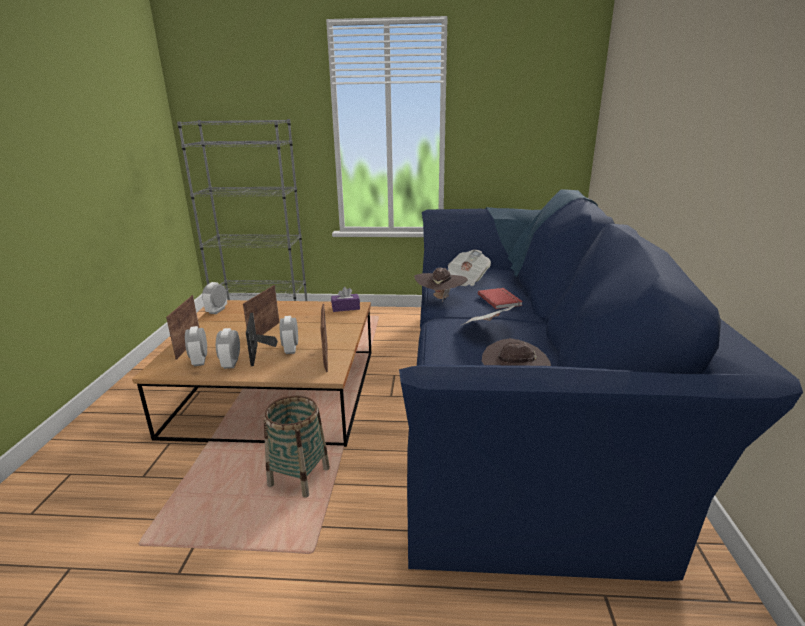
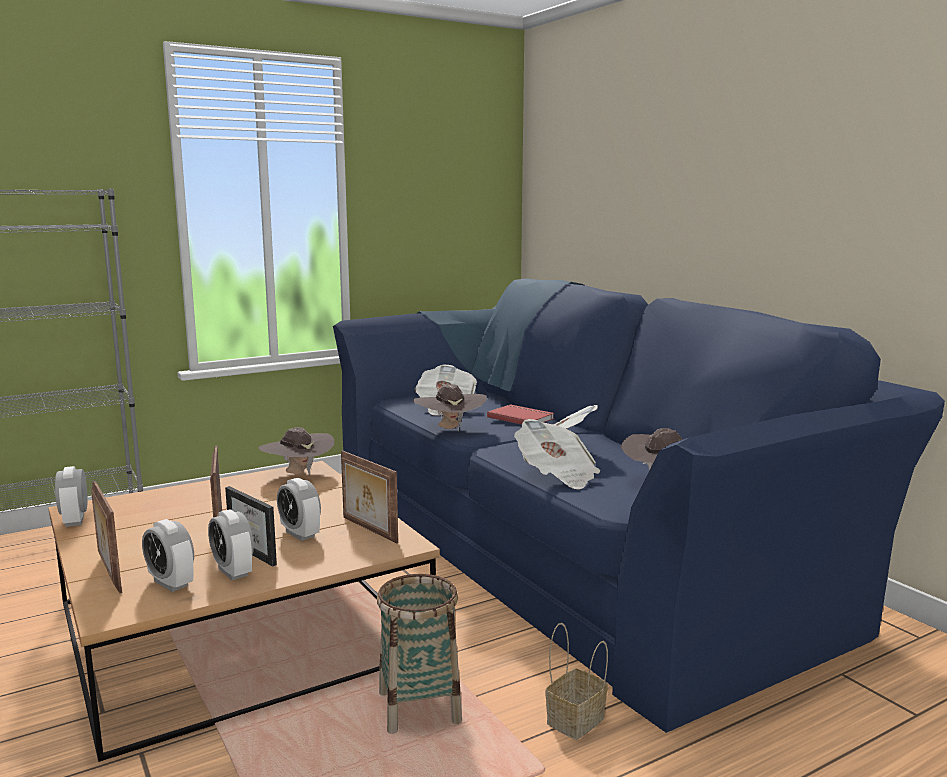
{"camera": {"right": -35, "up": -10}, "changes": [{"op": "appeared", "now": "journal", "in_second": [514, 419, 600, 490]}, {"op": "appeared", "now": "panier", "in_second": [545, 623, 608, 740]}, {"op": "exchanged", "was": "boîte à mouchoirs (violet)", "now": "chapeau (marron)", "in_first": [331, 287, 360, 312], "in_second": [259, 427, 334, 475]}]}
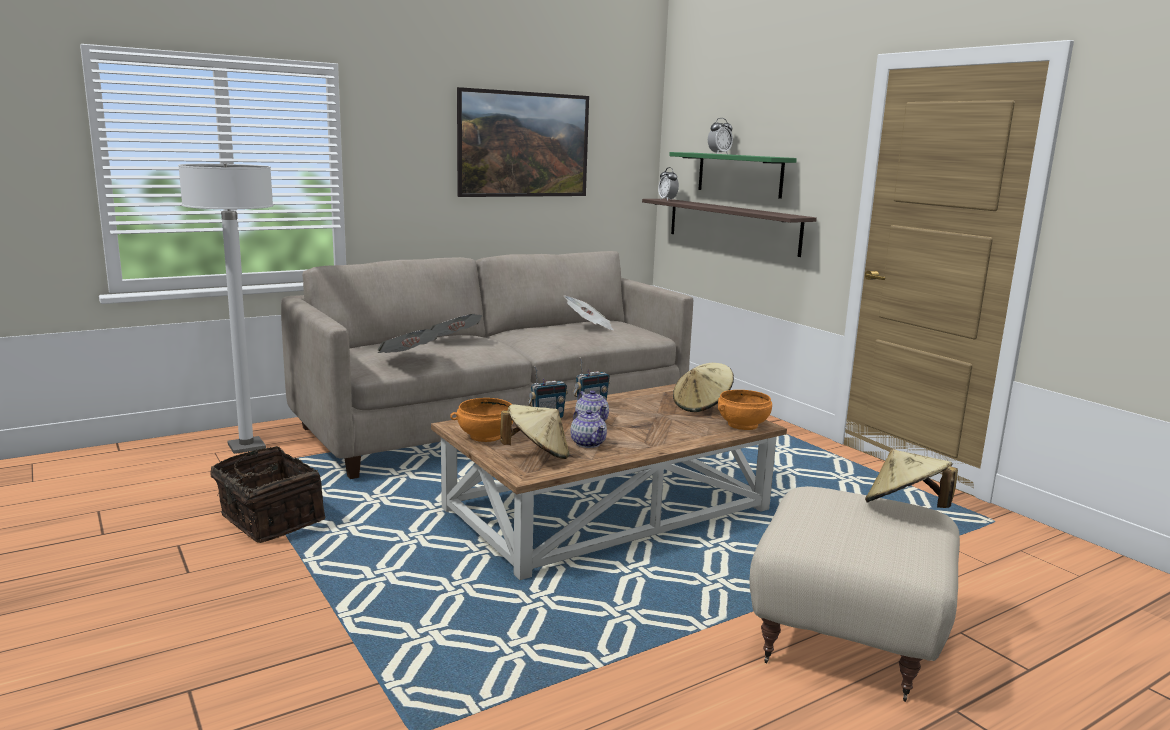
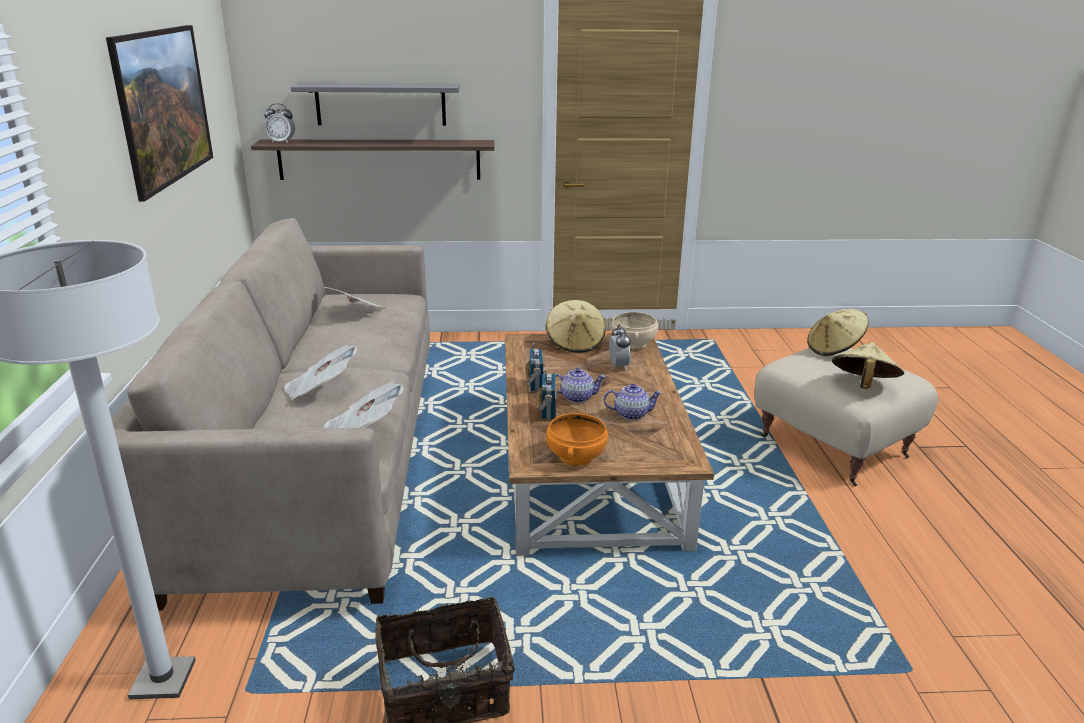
{"camera": {"right": -60, "up": 10}, "changes": [{"op": "relocated", "was": "chapeau (beige)", "in_first": [500, 404, 569, 459], "in_second": [832, 342, 904, 389]}, {"op": "relocated", "was": "réveil", "in_first": [708, 118, 733, 154], "in_second": [609, 324, 631, 370]}, {"op": "colour", "was": "étagère (vert)", "now": "étagère (gris)", "in_first": [669, 152, 797, 199], "in_second": [291, 83, 460, 126]}, {"op": "colour", "was": "bol (orange)", "now": "bol (beige)", "in_first": [718, 390, 772, 430], "in_second": [611, 312, 658, 349]}]}
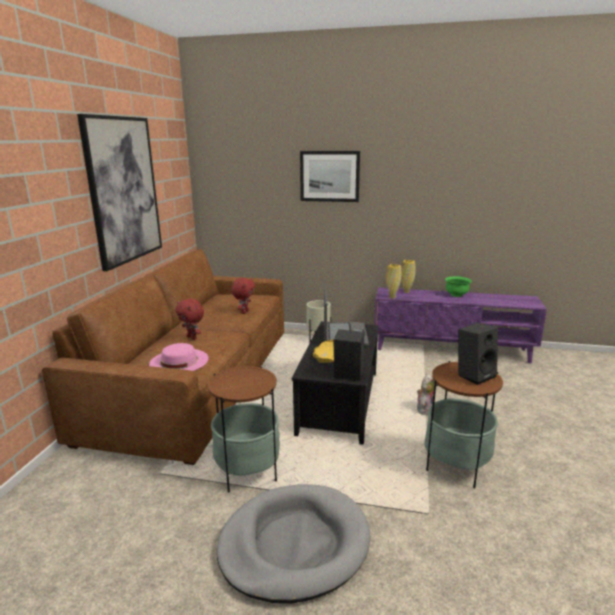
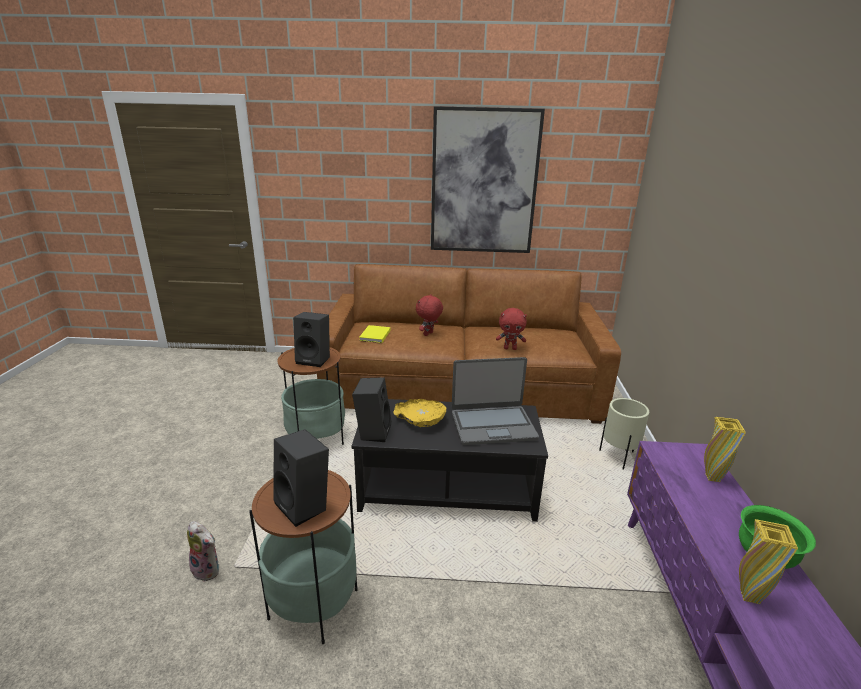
{"camera": {"right": 80, "up": 5}, "changes": [{"op": "missing", "was": "panier pour chien (gris)", "in_first": [217, 484, 370, 604]}, {"op": "missing", "was": "tableau", "in_first": [300, 151, 360, 202]}, {"op": "appeared", "now": "enceinte (noir)", "in_second": [293, 312, 330, 367]}, {"op": "relocated", "was": "vase (jaune)", "in_first": [386, 264, 401, 299], "in_second": [739, 519, 798, 604]}, {"op": "relocated", "was": "peluche", "in_first": [417, 374, 435, 416], "in_second": [187, 521, 219, 582]}, {"op": "exchanged", "was": "chapeau (rose)", "now": "livre (jaune)", "in_first": [149, 343, 209, 371], "in_second": [359, 325, 391, 343]}]}
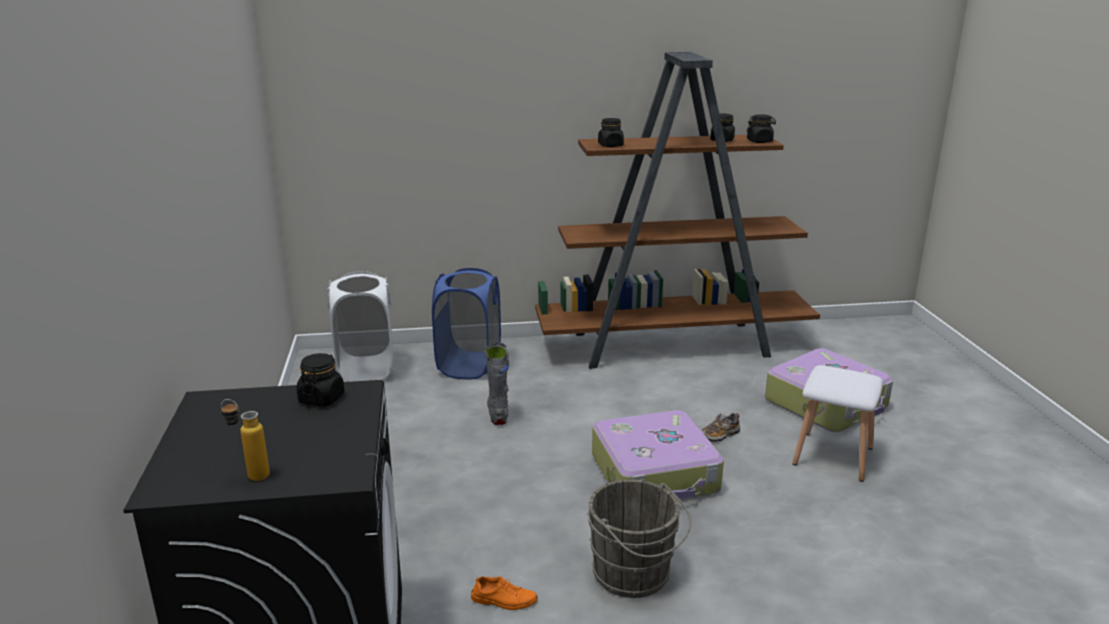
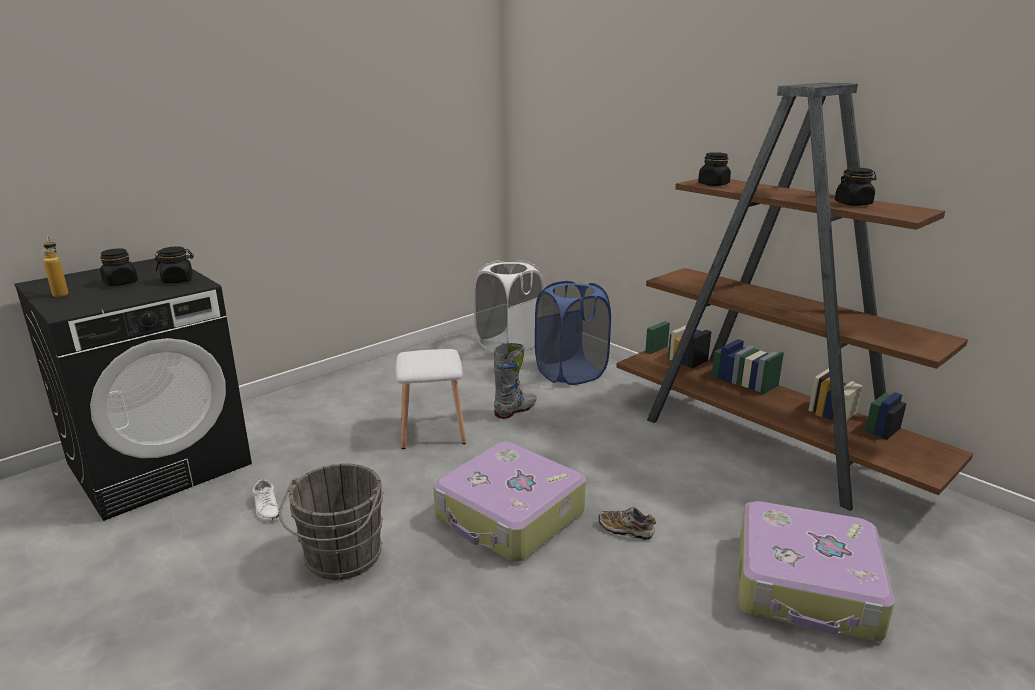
{"camera": {"right": 55, "up": 0}, "changes": [{"op": "relocated", "was": "bocal (noir)", "in_first": [747, 114, 776, 143], "in_second": [100, 248, 138, 286]}, {"op": "relocated", "was": "tabouret (blanc)", "in_first": [792, 365, 883, 482], "in_second": [395, 349, 466, 449]}, {"op": "colour", "was": "chaussure (orange)", "now": "chaussure (blanc)", "in_first": [471, 576, 538, 610], "in_second": [253, 478, 279, 521]}]}
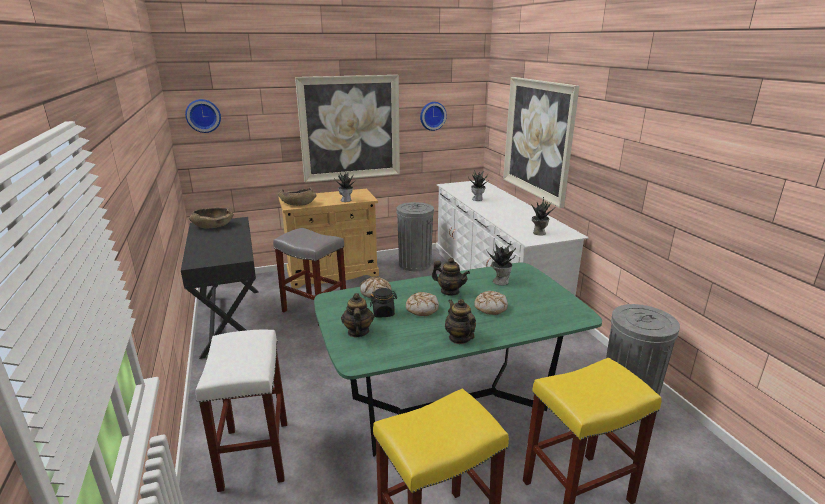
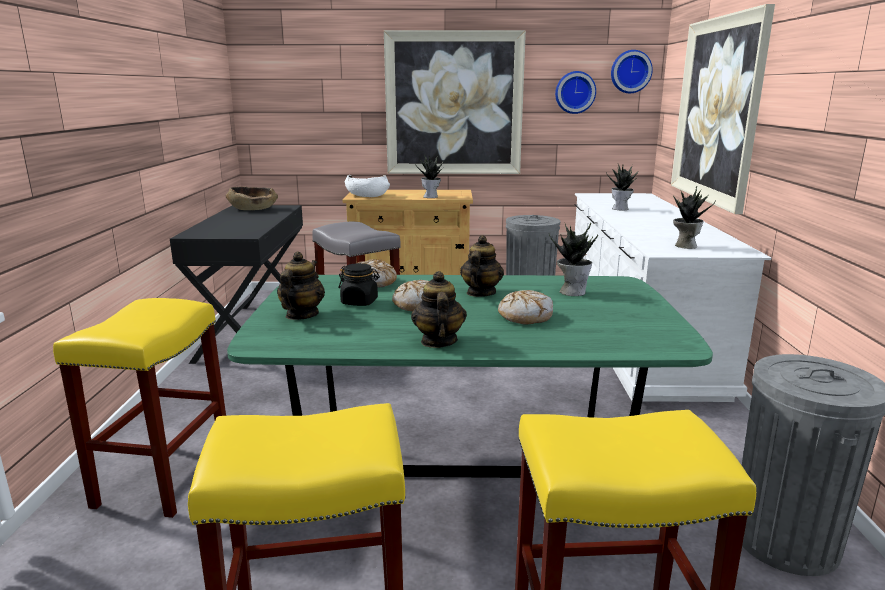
{"camera": {"right": 20, "up": -5}, "changes": [{"op": "relocated", "was": "horloge murale", "in_first": [185, 99, 221, 133], "in_second": [611, 50, 653, 93]}, {"op": "colour", "was": "tabouret (blanc)", "now": "tabouret (jaune)", "in_first": [196, 330, 287, 492], "in_second": [53, 298, 226, 518]}, {"op": "colour", "was": "bol (marron)", "now": "bol (blanc)", "in_first": [278, 188, 316, 206], "in_second": [344, 175, 390, 197]}, {"op": "spun", "was": "théière", "in_first": [432, 258, 470, 296], "in_second": [460, 235, 504, 297], "clockwise": -120}]}
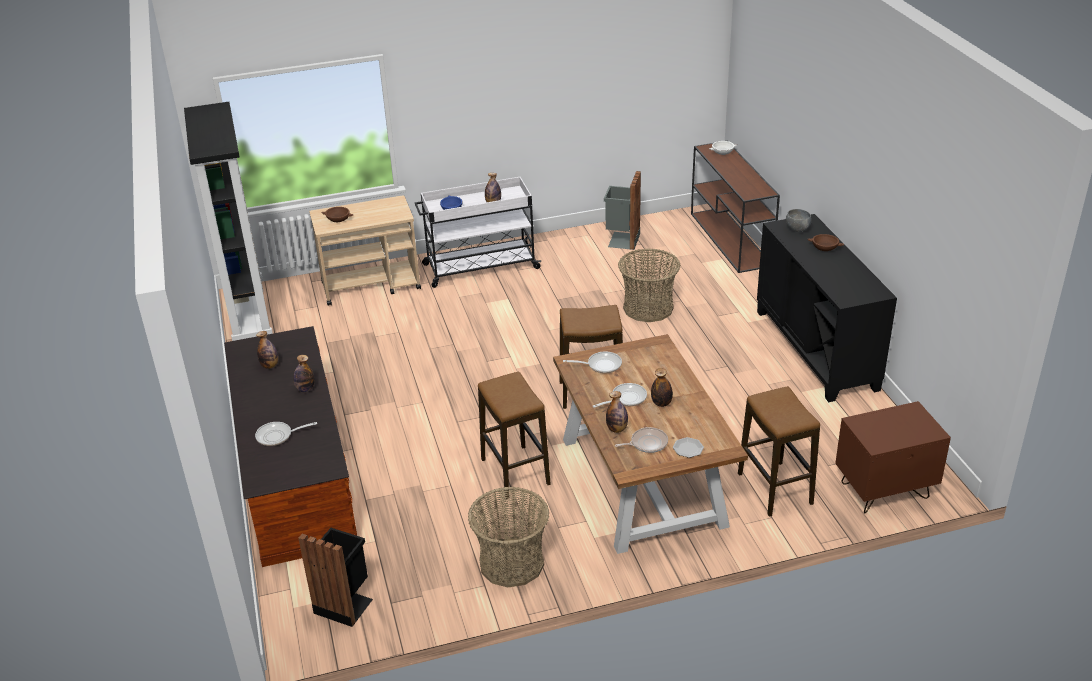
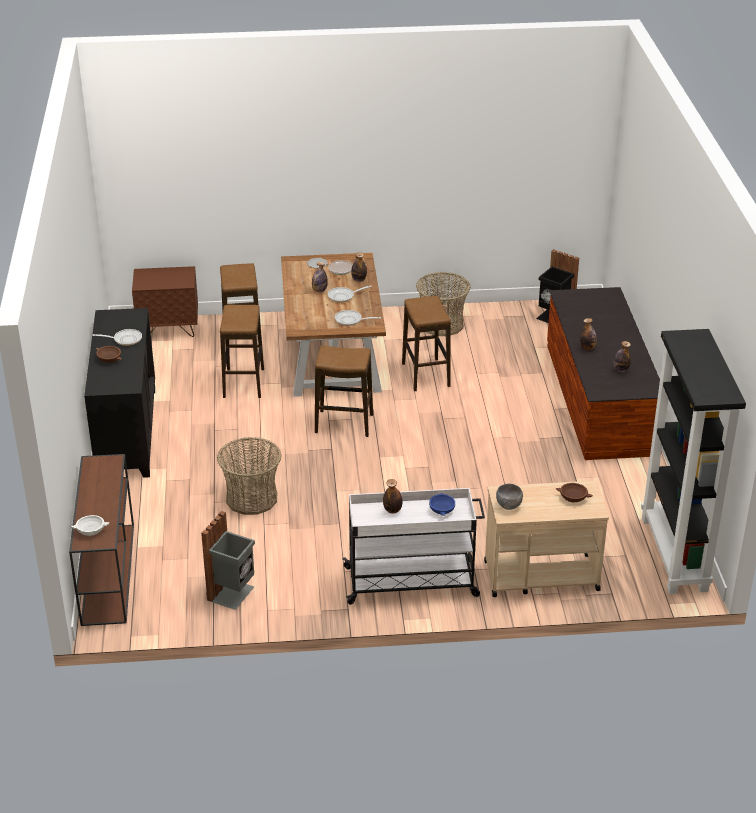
{"camera": {"right": -170, "up": 0}, "changes": [{"op": "appeared", "now": "tabouret", "in_second": [220, 305, 264, 398]}, {"op": "relocated", "was": "poêle", "in_first": [255, 422, 317, 446], "in_second": [93, 329, 142, 346]}, {"op": "relocated", "was": "bol (gris)", "in_first": [786, 209, 812, 232], "in_second": [496, 483, 523, 510]}]}
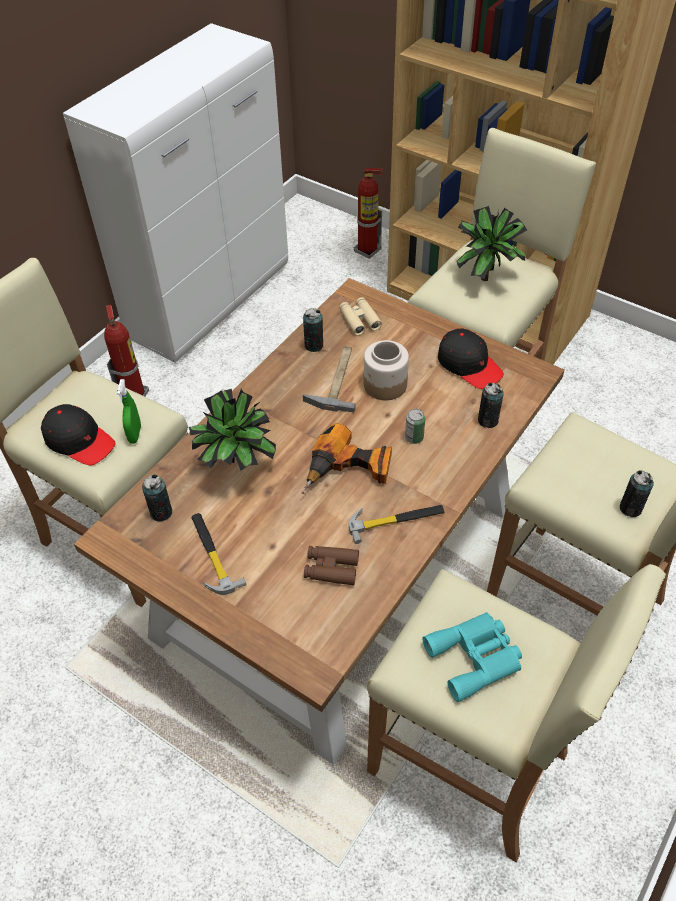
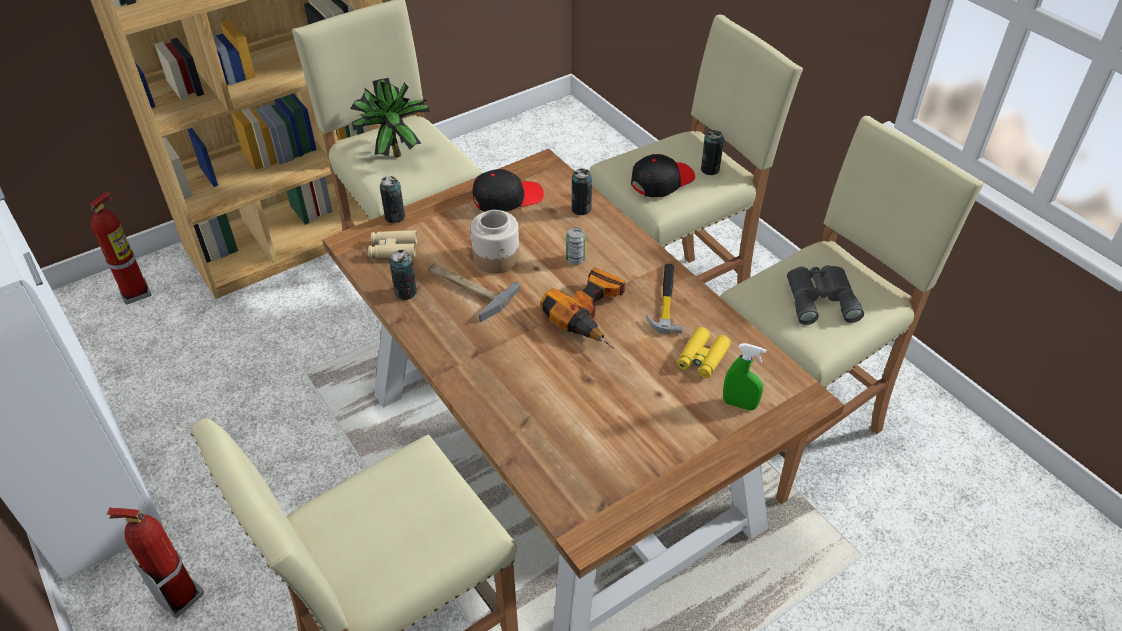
{"camera": {"right": -70, "up": -5}, "changes": [{"op": "missing", "was": "plante en pot", "in_first": [186, 389, 276, 471]}, {"op": "missing", "was": "marteau", "in_first": [191, 513, 246, 595]}, {"op": "relocated", "was": "casquette (noir)", "in_first": [41, 404, 115, 466], "in_second": [631, 154, 695, 197]}, {"op": "relocated", "was": "vaporisateur (vert)", "in_first": [117, 379, 141, 444], "in_second": [723, 343, 767, 411]}, {"op": "relocated", "was": "boîte métallique", "in_first": [142, 475, 172, 521], "in_second": [380, 176, 405, 224]}, {"op": "colour", "was": "jumelles (marron)", "now": "jumelles (jaune)", "in_first": [304, 546, 359, 585], "in_second": [677, 327, 731, 378]}, {"op": "colour", "was": "jumelles (turquoise)", "now": "jumelles (gris)", "in_first": [423, 612, 522, 702], "in_second": [787, 265, 864, 325]}]}
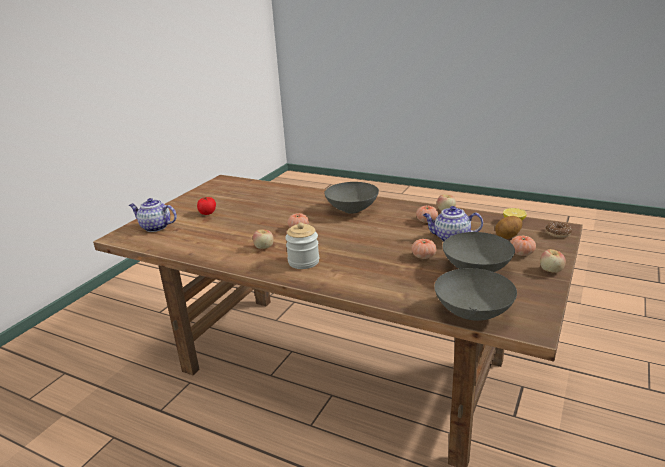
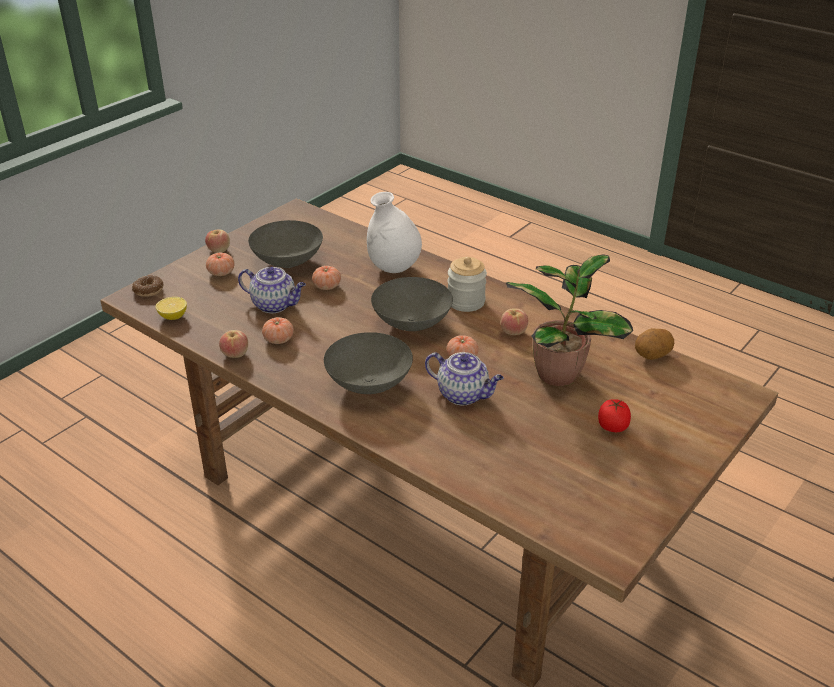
{"camera": {"right": -170, "up": 10}, "changes": [{"op": "appeared", "now": "vase (blanc)", "in_second": [367, 192, 422, 273]}, {"op": "appeared", "now": "plante en pot", "in_second": [505, 255, 633, 386]}, {"op": "relocated", "was": "théière", "in_first": [129, 198, 177, 232], "in_second": [425, 352, 504, 405]}, {"op": "relocated", "was": "bol (gris)", "in_first": [434, 268, 517, 321], "in_second": [371, 277, 453, 331]}, {"op": "relocated", "was": "pomme de terre", "in_first": [495, 216, 523, 239], "in_second": [635, 328, 674, 360]}]}
